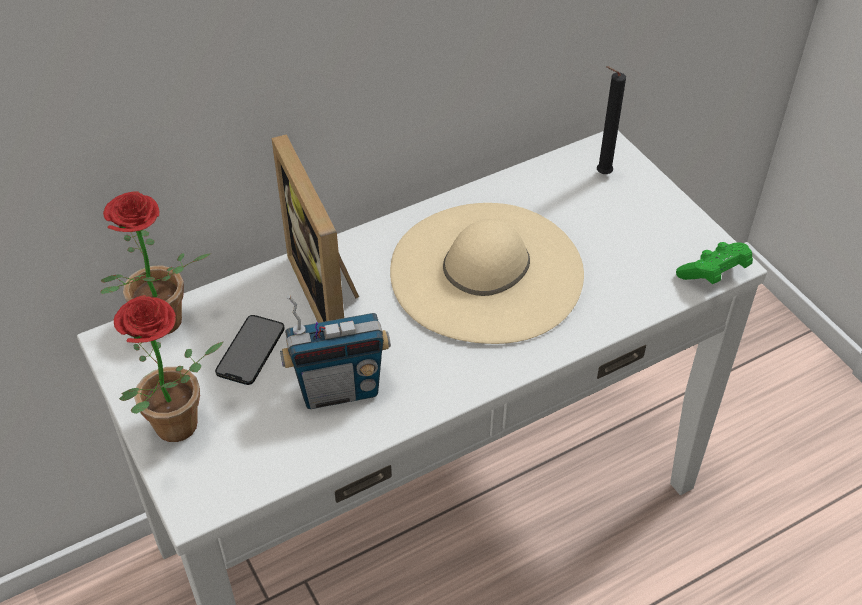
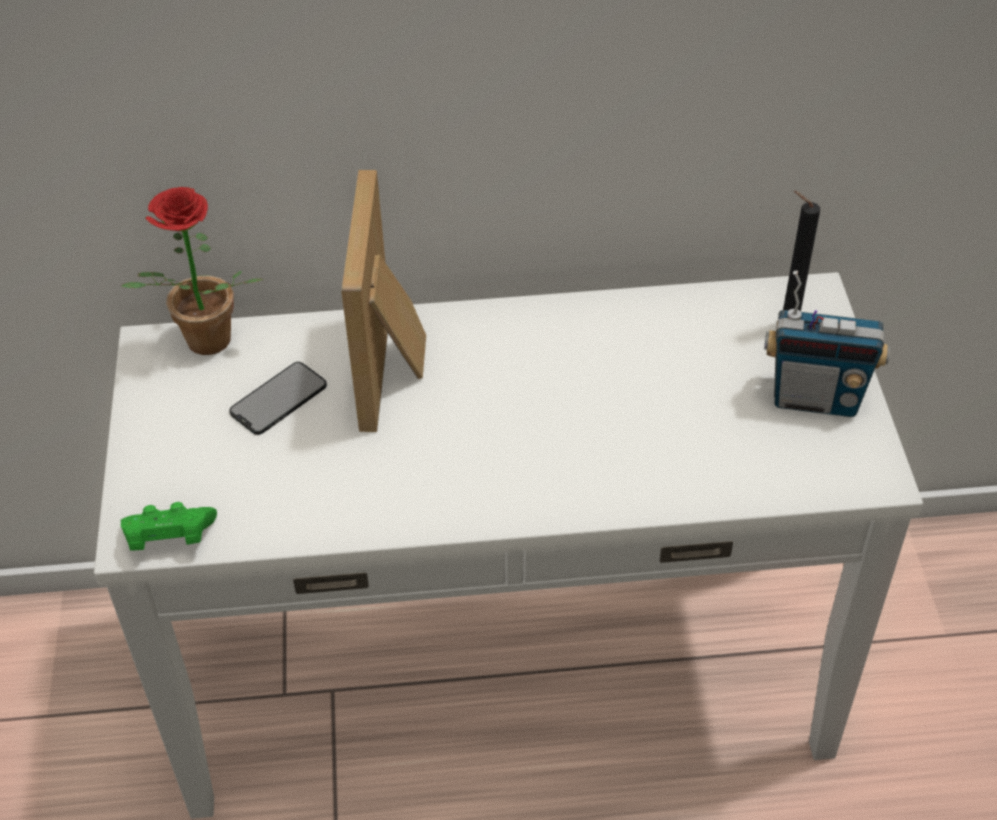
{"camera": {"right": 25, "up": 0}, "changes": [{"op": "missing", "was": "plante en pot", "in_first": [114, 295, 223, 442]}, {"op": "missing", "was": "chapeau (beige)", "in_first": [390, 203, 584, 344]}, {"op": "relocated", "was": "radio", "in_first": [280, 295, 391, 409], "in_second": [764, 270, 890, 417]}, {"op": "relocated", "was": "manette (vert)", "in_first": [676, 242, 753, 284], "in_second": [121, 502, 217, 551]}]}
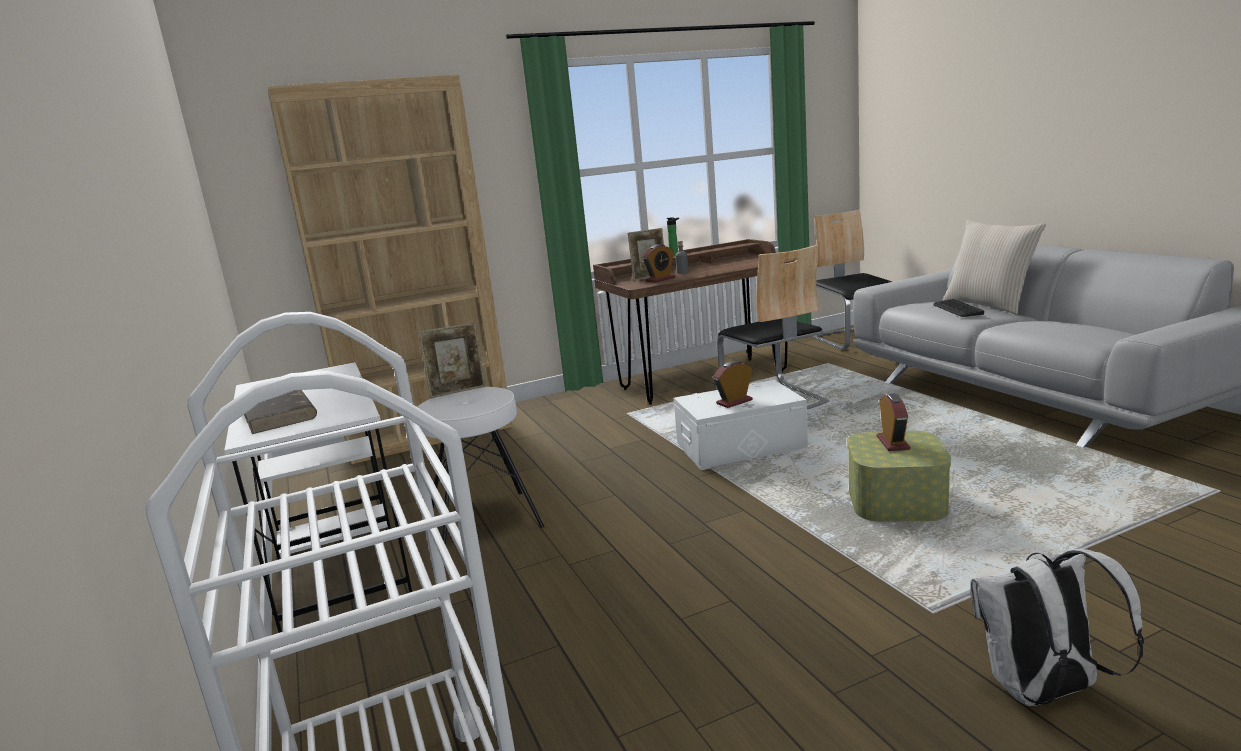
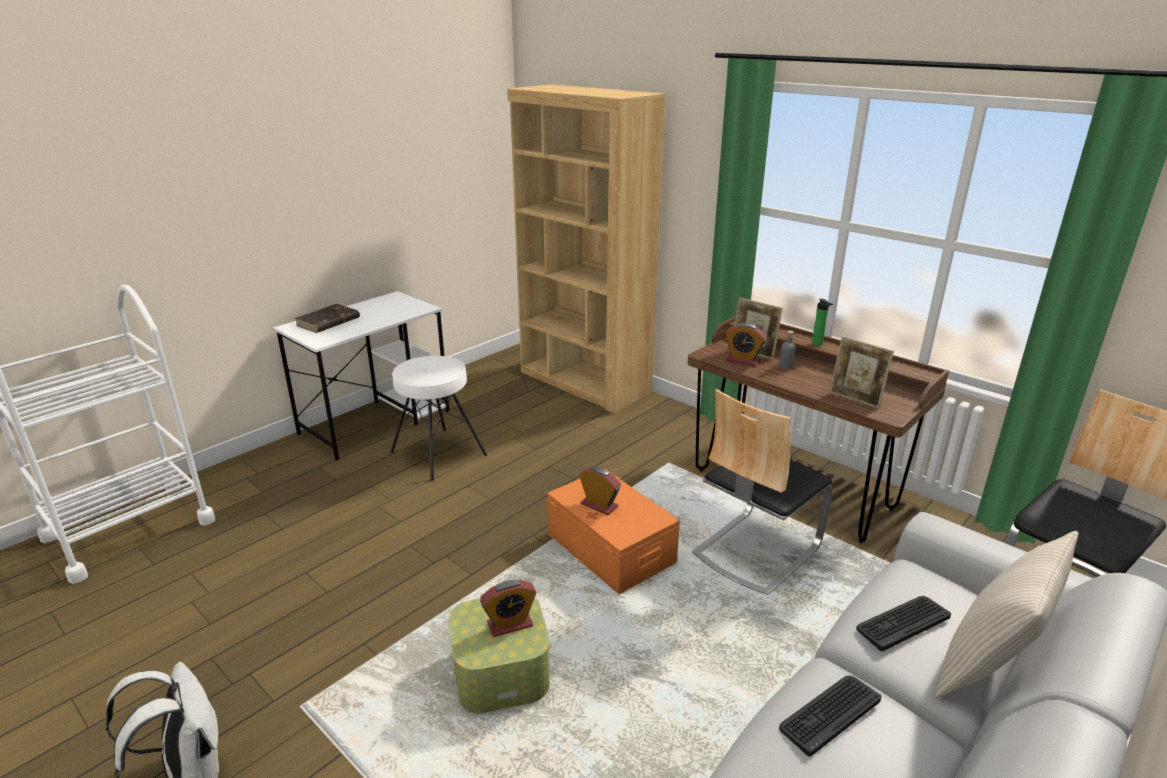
{"camera": {"right": 65, "up": 10}, "changes": [{"op": "appeared", "now": "clavier", "in_second": [779, 675, 881, 757]}, {"op": "relocated", "was": "cadre photo", "in_first": [418, 322, 486, 398], "in_second": [829, 336, 894, 408]}, {"op": "colour", "was": "boîte de rangement (blanc)", "now": "boîte de rangement (orange)", "in_first": [674, 380, 808, 470], "in_second": [547, 468, 680, 594]}]}
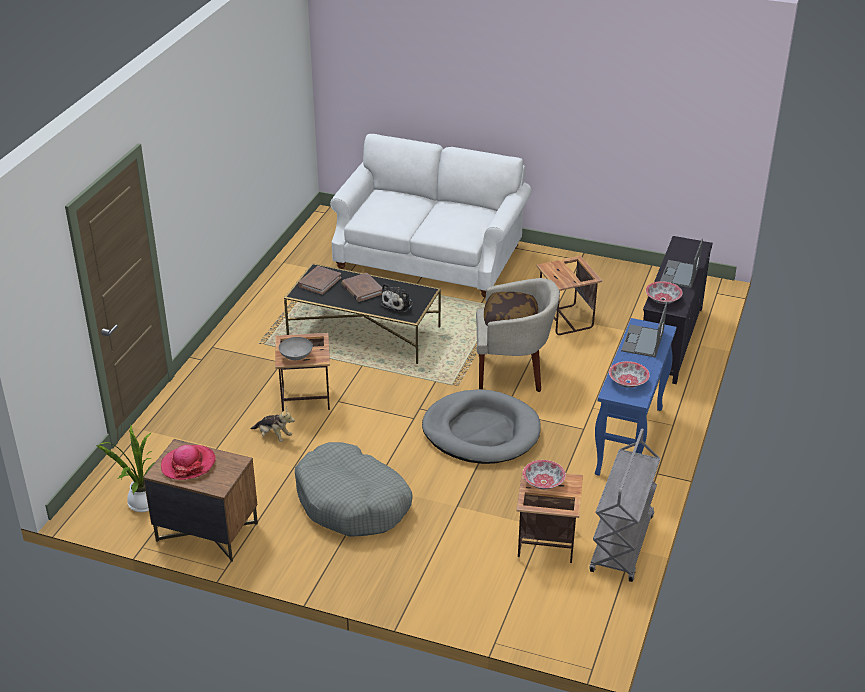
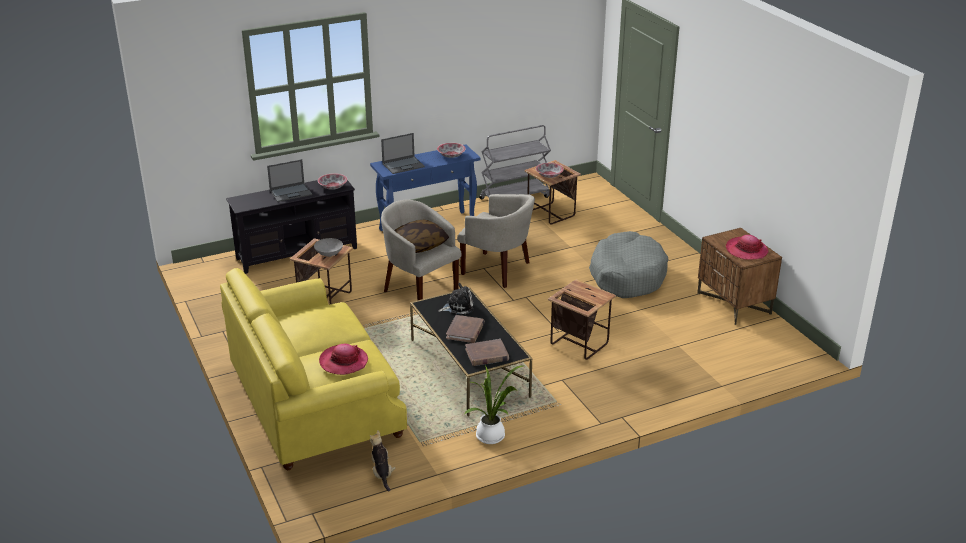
{"camera": {"right": -135, "up": -5}, "changes": [{"op": "appeared", "now": "chapeau", "in_second": [319, 344, 368, 375]}, {"op": "relocated", "was": "plante en pot", "in_first": [96, 425, 155, 512], "in_second": [464, 365, 525, 444]}, {"op": "relocated", "was": "peluche", "in_first": [251, 407, 295, 442], "in_second": [370, 430, 395, 491]}, {"op": "relocated", "was": "bol (gris)", "in_first": [279, 337, 313, 360], "in_second": [314, 238, 343, 257]}, {"op": "exchanged", "was": "panier pour chien (gris)", "now": "fauteuil (beige)", "in_first": [422, 389, 541, 464], "in_second": [457, 194, 535, 288]}, {"op": "colour", "was": "canapé (blanc)", "now": "canapé (jaune)", "in_first": [330, 134, 531, 298], "in_second": [220, 268, 407, 470]}]}
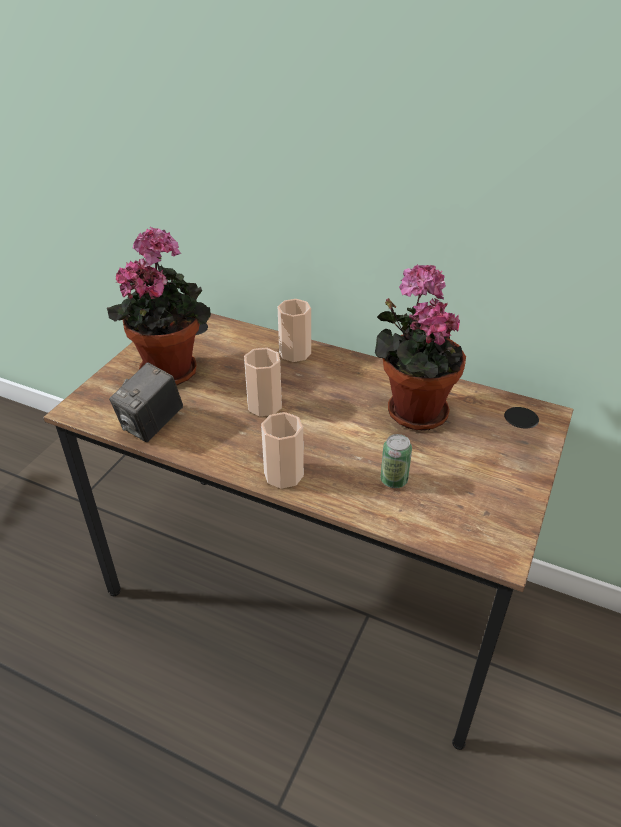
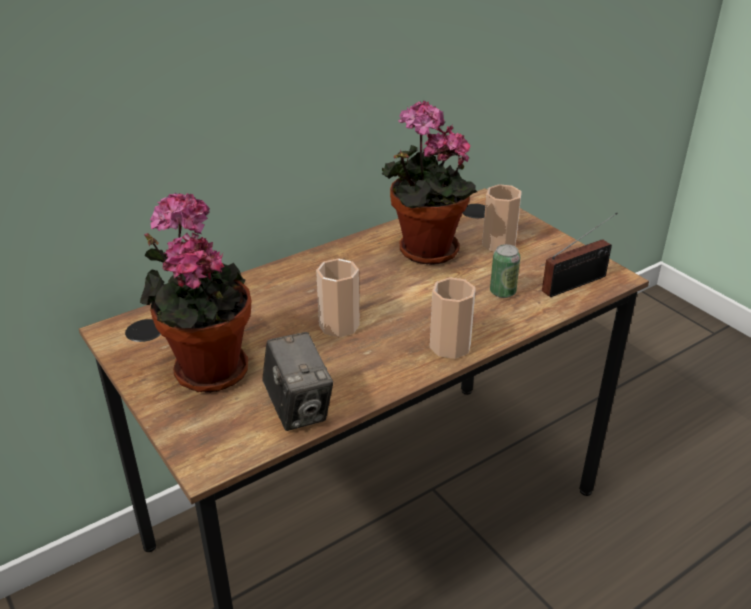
{"camera": {"right": -60, "up": -5}, "changes": [{"op": "appeared", "now": "radio", "in_second": [542, 213, 618, 297]}, {"op": "relocated", "was": "tasse", "in_first": [278, 299, 311, 362], "in_second": [482, 184, 522, 252]}]}
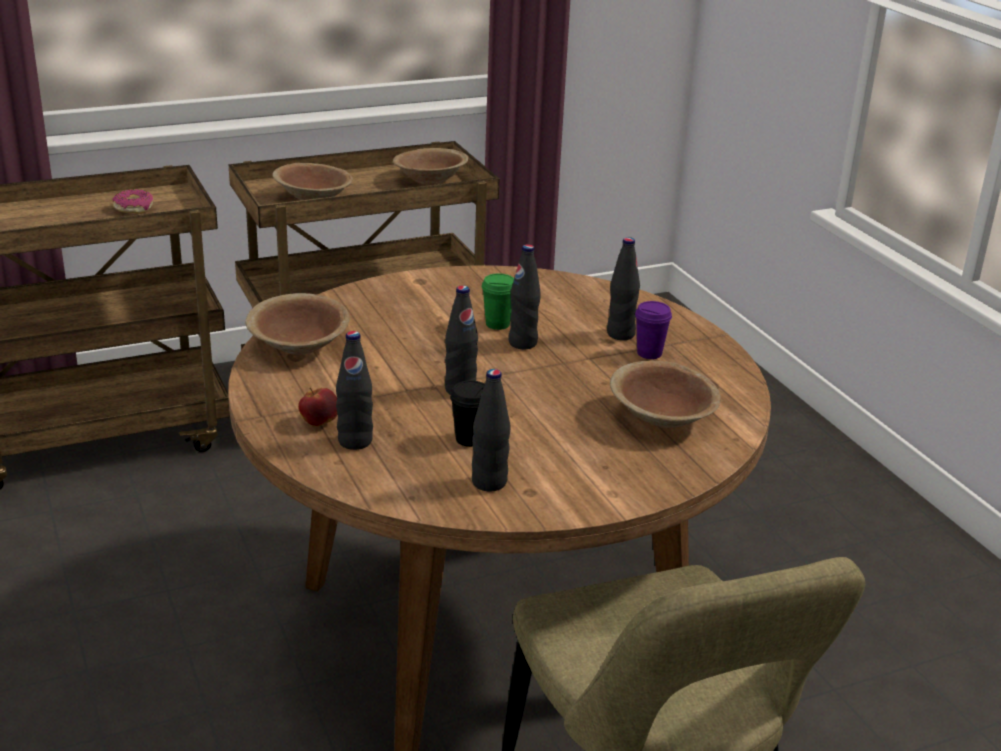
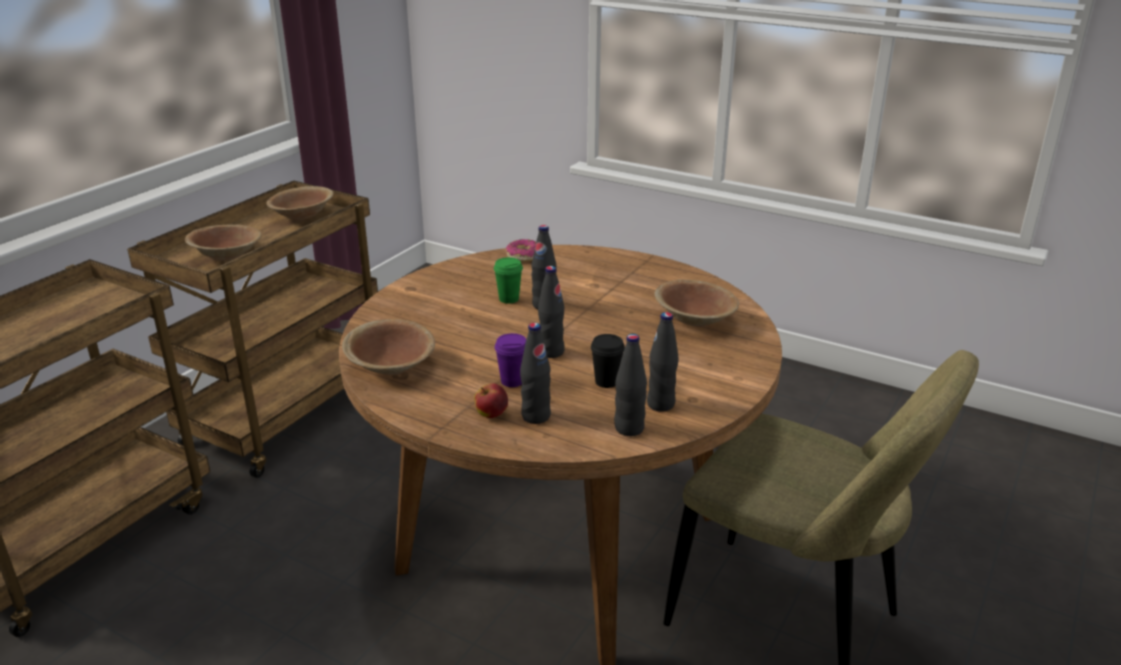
{"camera": {"right": -35, "up": 0}, "changes": [{"op": "relocated", "was": "beignet", "in_first": [112, 189, 153, 214], "in_second": [506, 239, 536, 262]}, {"op": "relocated", "was": "bouteille (noir)", "in_first": [607, 237, 640, 340], "in_second": [614, 334, 647, 436]}, {"op": "relocated", "was": "tasse (violet)", "in_first": [635, 301, 672, 359], "in_second": [495, 333, 526, 387]}]}
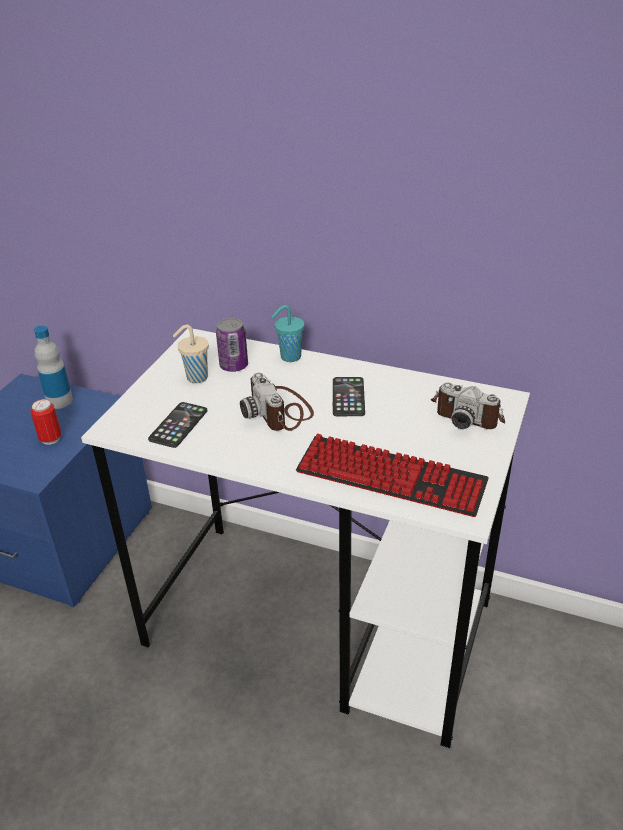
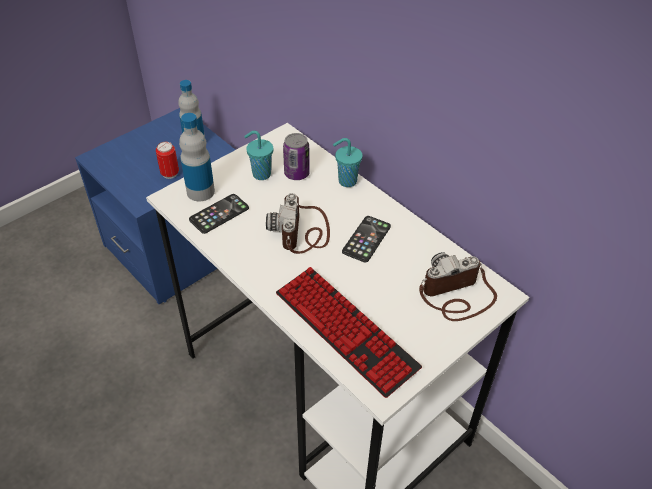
{"camera": {"right": 25, "up": 10}, "changes": [{"op": "appeared", "now": "bouteille", "in_second": [179, 113, 215, 202]}, {"op": "colour", "was": "tasse (beige)", "now": "tasse (turquoise)", "in_first": [173, 325, 209, 383], "in_second": [244, 131, 273, 180]}, {"op": "spun", "was": "appareil photo", "in_first": [431, 382, 505, 429], "in_second": [419, 252, 497, 321], "clockwise": 105}]}
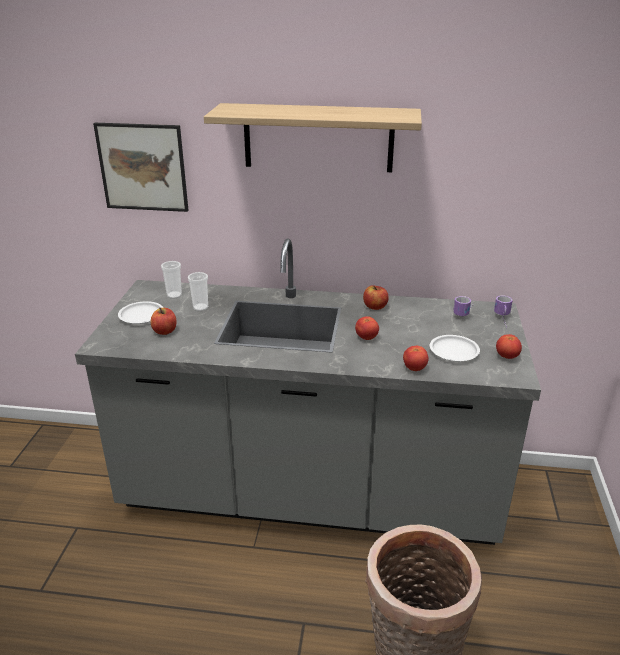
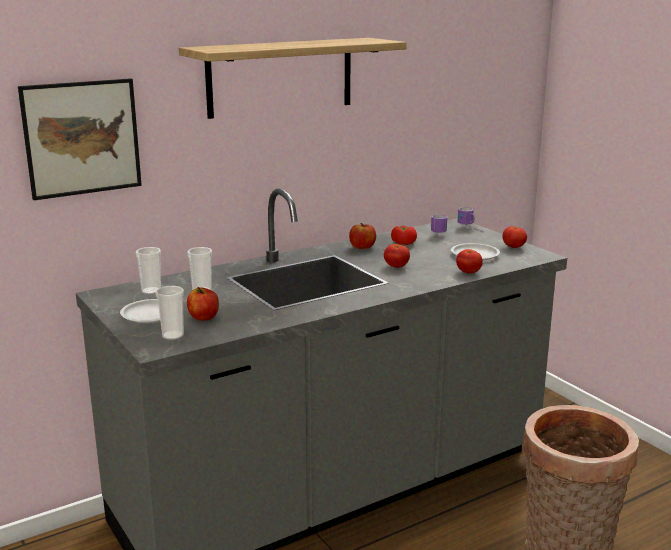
{"camera": {"right": -40, "up": -10}, "changes": [{"op": "appeared", "now": "tasse", "in_second": [155, 286, 184, 340]}, {"op": "appeared", "now": "tomate", "in_second": [391, 226, 417, 245]}]}
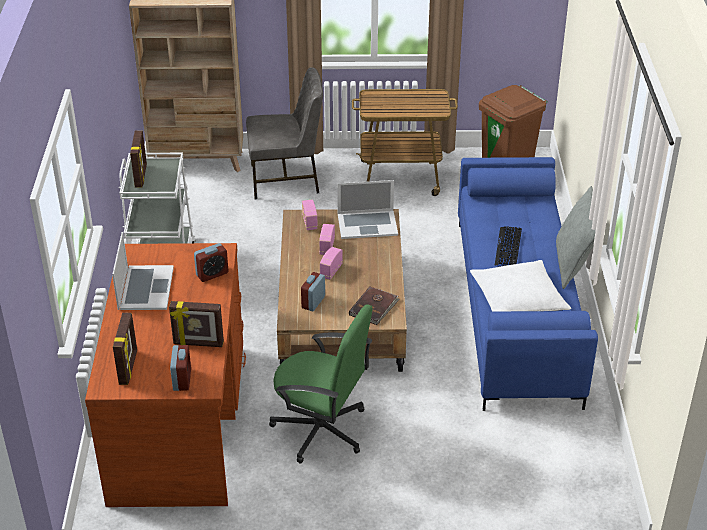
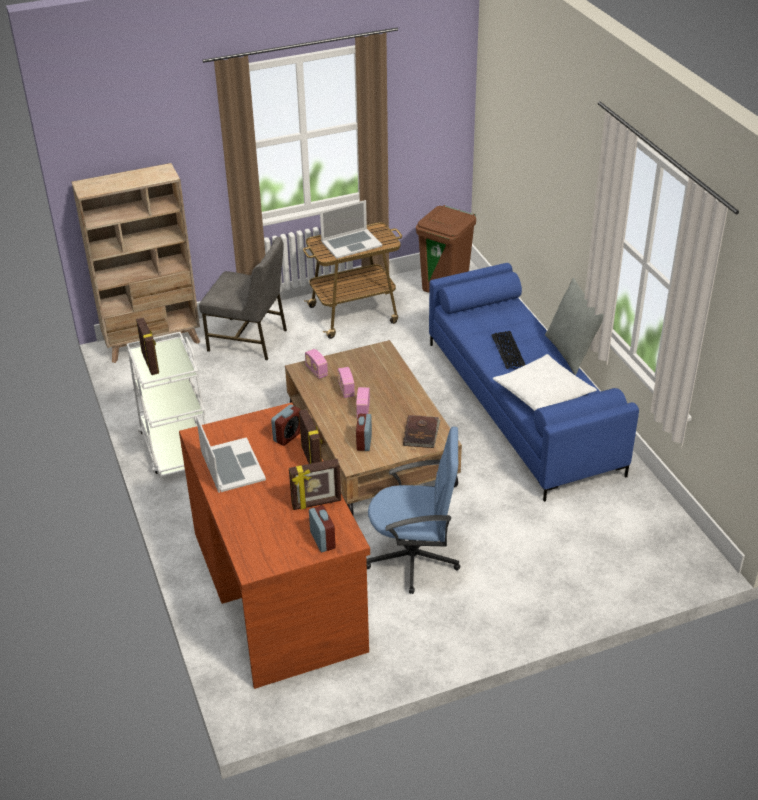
{"camera": {"right": -20, "up": 0}, "changes": [{"op": "relocated", "was": "cadre photo", "in_first": [113, 313, 137, 385], "in_second": [299, 409, 322, 464]}, {"op": "relocated", "was": "ordinateur portable", "in_first": [337, 180, 398, 239], "in_second": [320, 200, 382, 259]}, {"op": "colour", "was": "chaise de bureau (vert)", "now": "chaise de bureau (bleu)", "in_first": [269, 304, 373, 464], "in_second": [366, 427, 460, 594]}, {"op": "spun", "was": "chaise (gris)", "in_first": [246, 67, 323, 199], "in_second": [199, 237, 287, 360], "clockwise": 45}]}
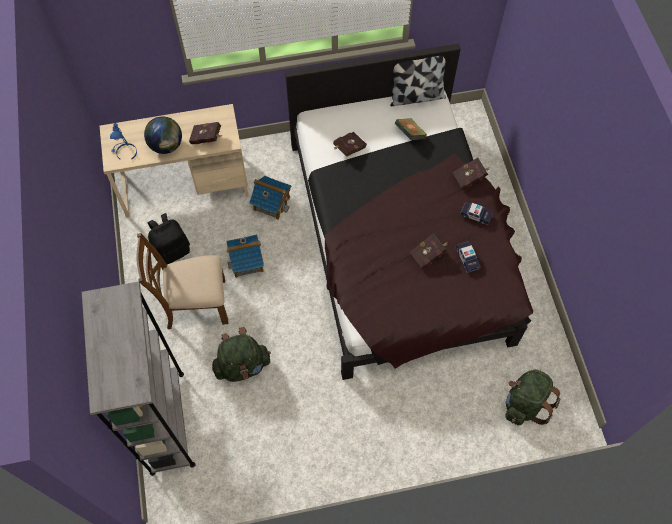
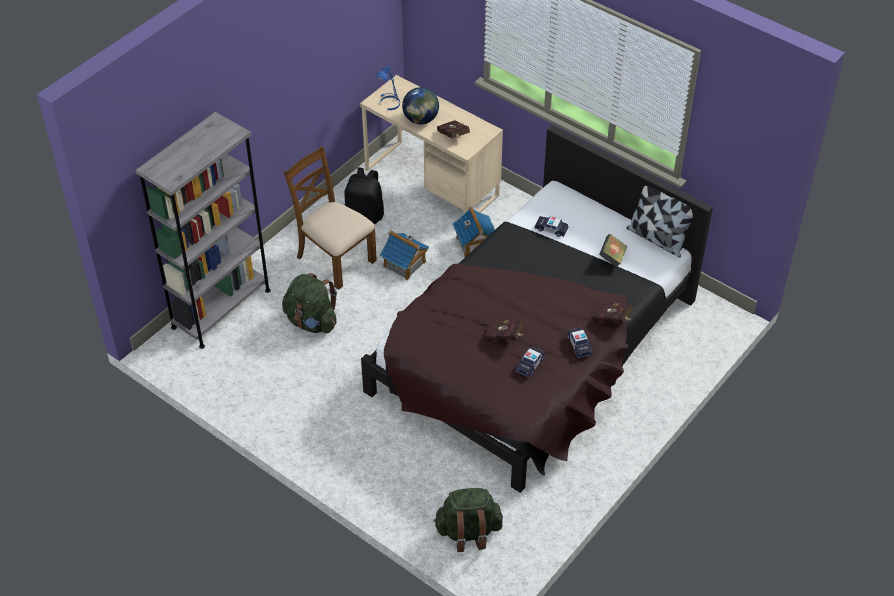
{"camera": {"right": 50, "up": -15}, "changes": [{"op": "exchanged", "was": "livre (rouge)", "now": "petite voiture", "in_first": [333, 132, 367, 157], "in_second": [534, 216, 569, 237]}]}
